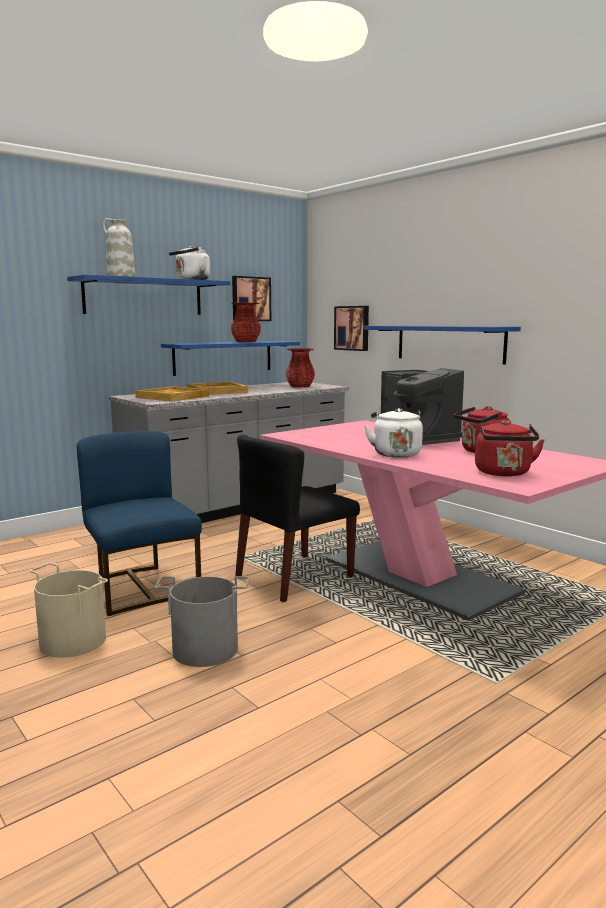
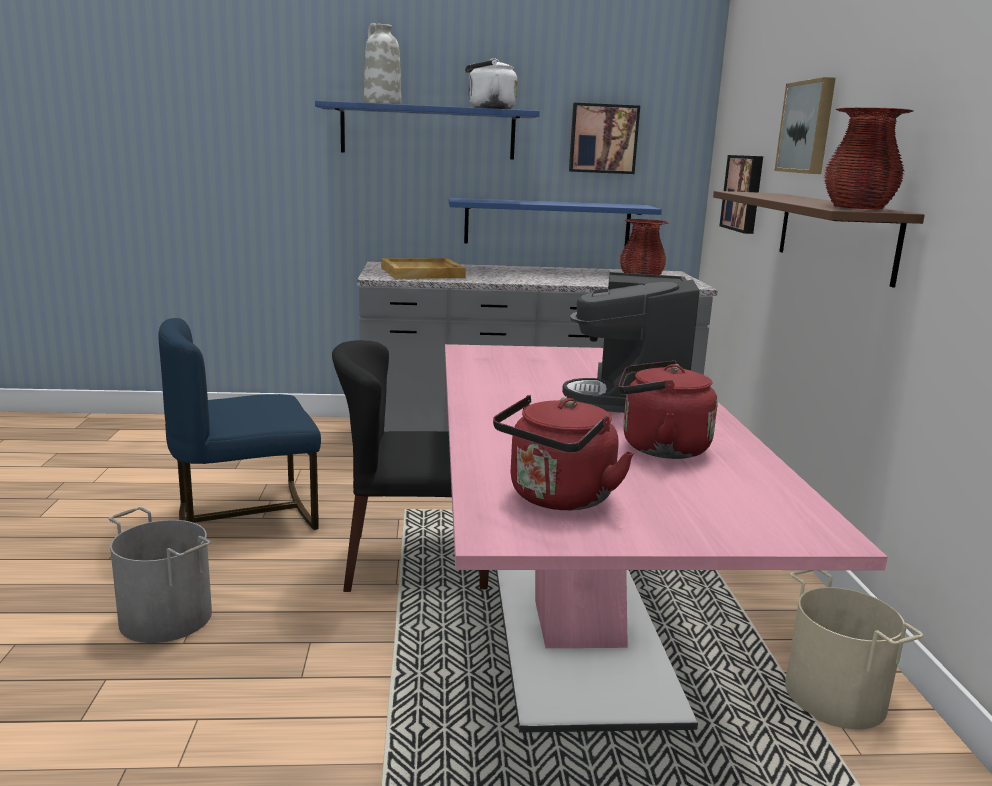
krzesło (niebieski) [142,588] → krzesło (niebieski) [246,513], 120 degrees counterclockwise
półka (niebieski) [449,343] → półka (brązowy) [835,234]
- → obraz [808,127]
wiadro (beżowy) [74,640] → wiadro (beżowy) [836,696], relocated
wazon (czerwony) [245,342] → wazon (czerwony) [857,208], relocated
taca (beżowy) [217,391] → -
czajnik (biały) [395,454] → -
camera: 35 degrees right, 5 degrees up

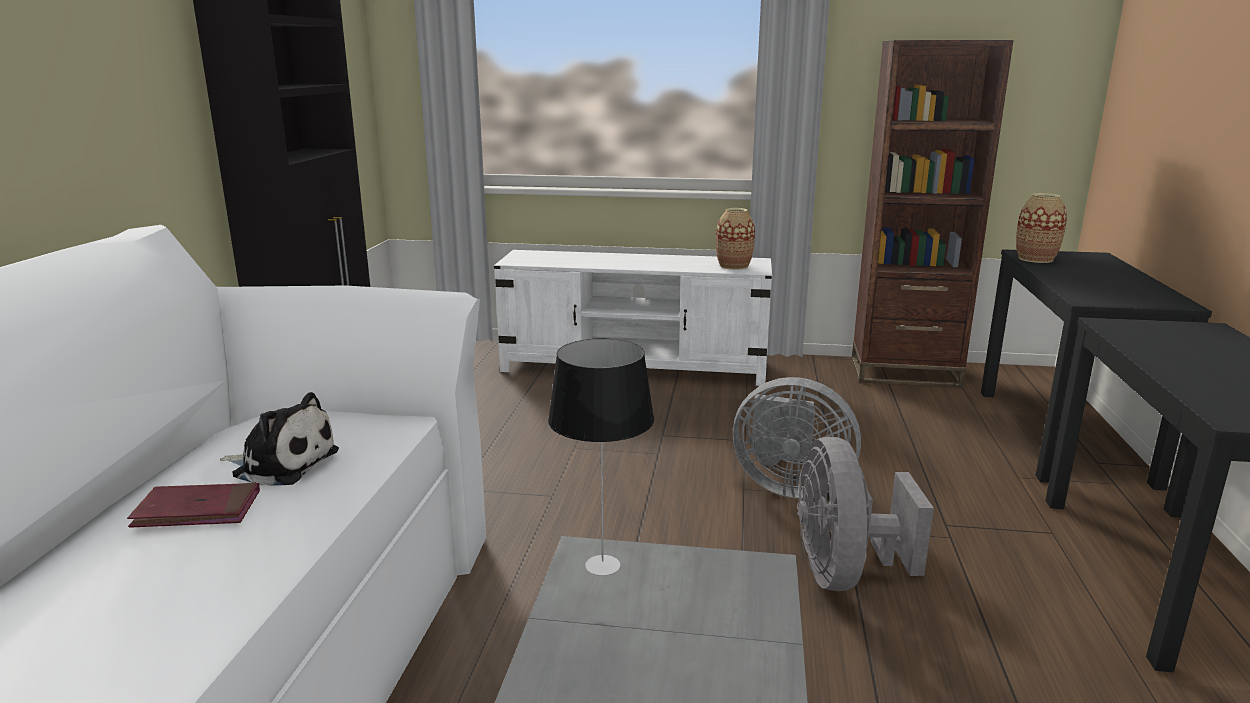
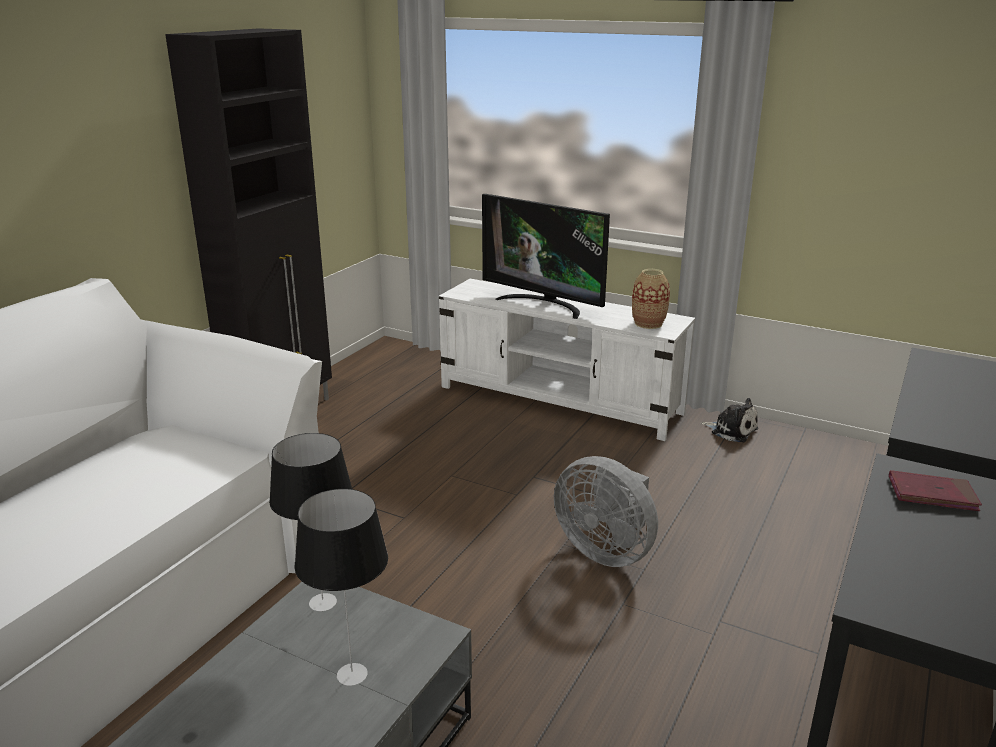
- → lampa stołowa [353,674]
- → telewizor [544,304]
pluszak [282,463] → pluszak [731,430], relocated
książka (czerwony) [197,510] → książka (czerwony) [932,494], relocated
wentylator (szary) [844,573] → -
regał (brązowy) [905,372] → -
wazon [1035,259] → -
camera: 20 degrees right, 5 degrees up

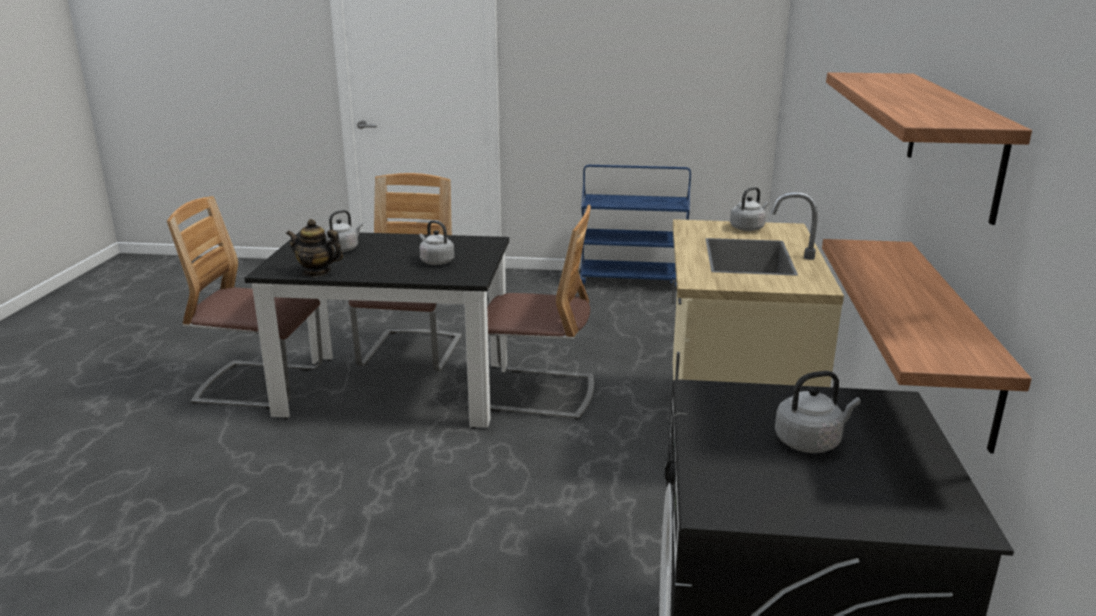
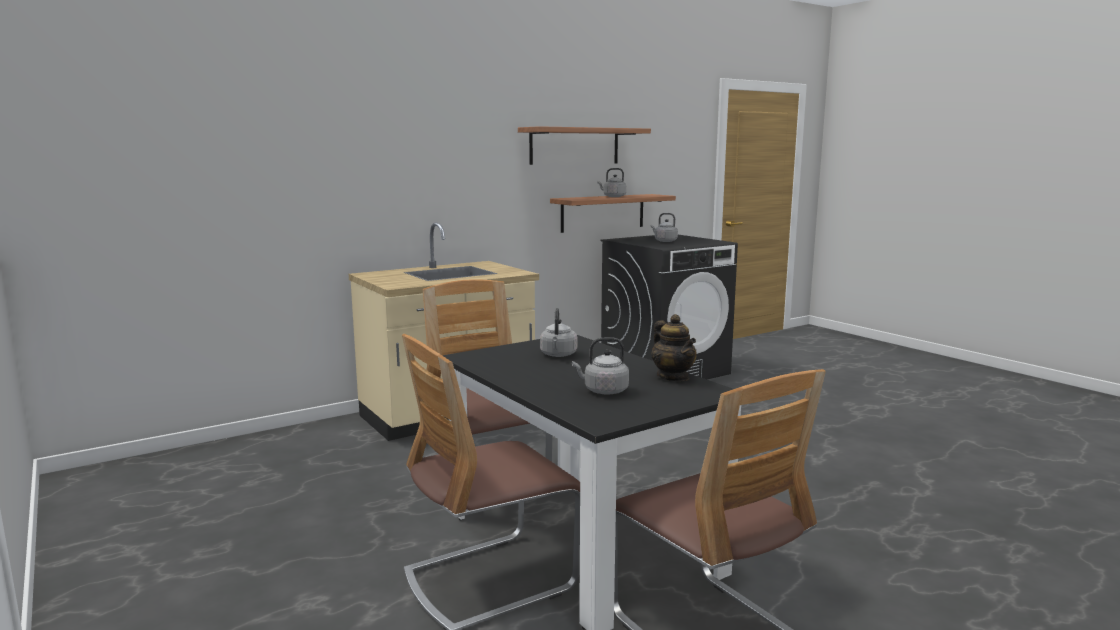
czajnik (szary) [748,228] → czajnik (szary) [613,196], relocated
wózek (niebieski) [632,282] → -
camera: 130 degrees left, 10 degrees down

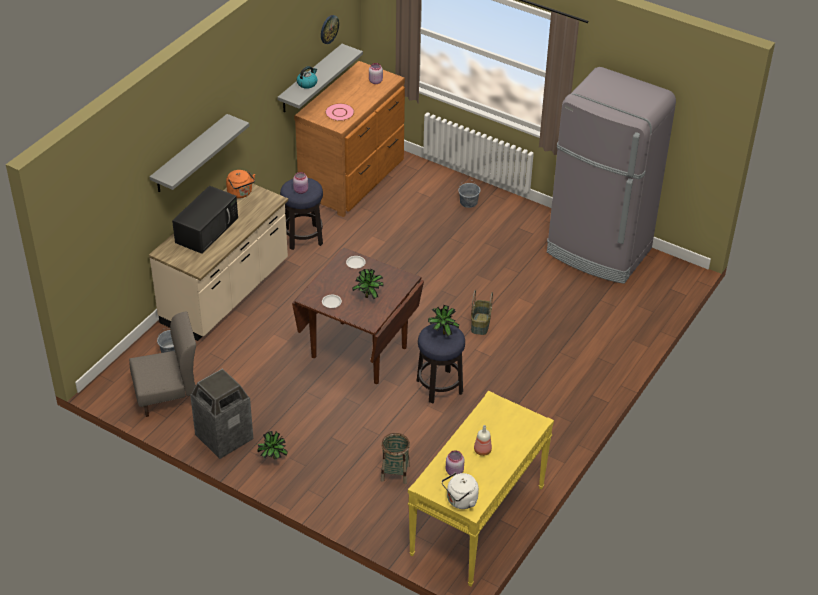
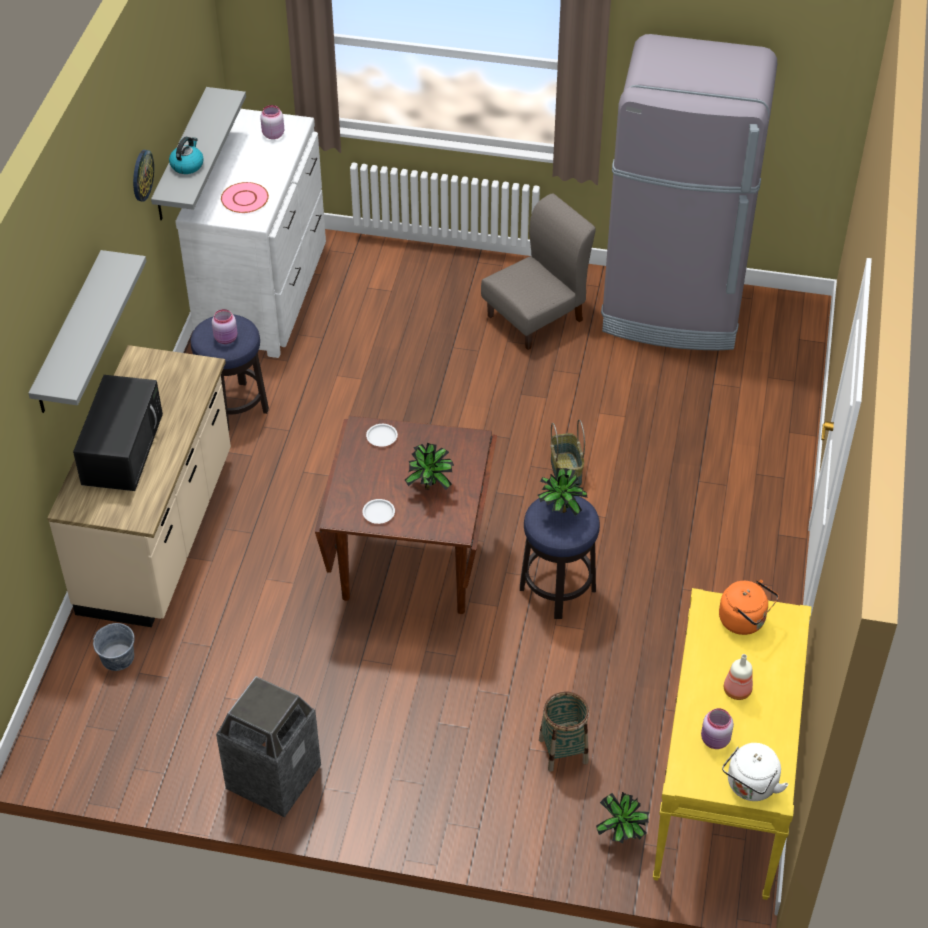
zegar ścienny [329,29] → zegar ścienny [141,175], relocated
komoda (brązowy) [354,179] → komoda (biały) [264,293]
krzesło (szary) [168,395] → krzesło (szary) [536,318], relocated
roślina doniczkowa [273,459] → roślina doniczkowa [621,836], relocated
czajnik (pomarańczowy) [241,193] → czajnik (pomarańczowy) [745,621], relocated
wiadro (szary) [468,202] → -
camera: 20 degrees left, 5 degrees up

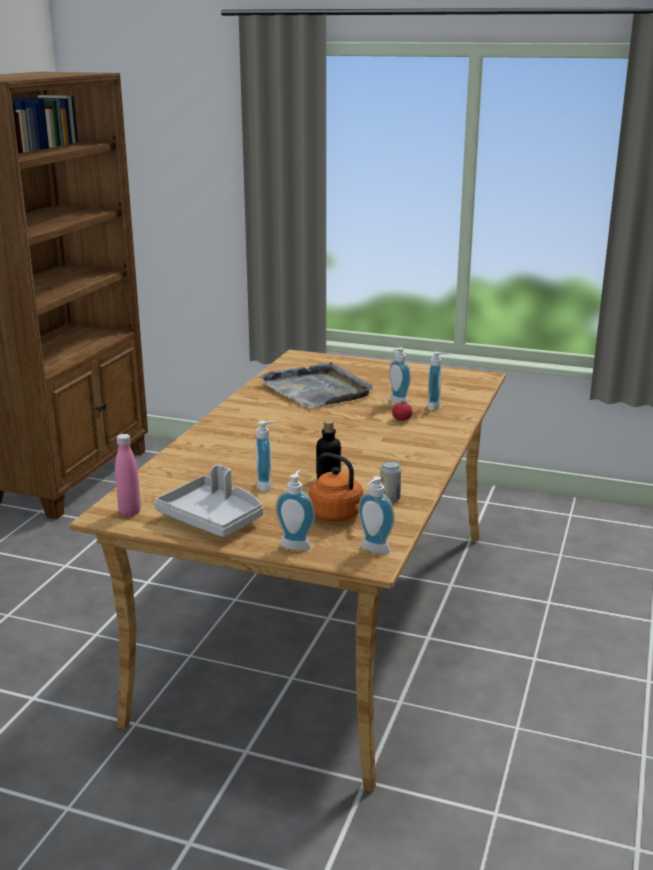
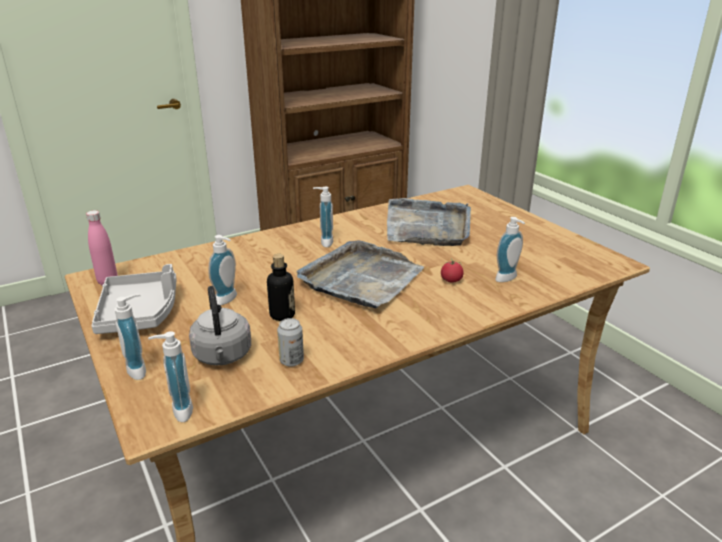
czajnik (pomarańczowy) [338,515] → czajnik (szary) [223,356]
- → taca (szary) [361,278]
dozownik mydła [397,402] → dozownik mydła [324,242], relocated
camera: 40 degrees right, 5 degrees up

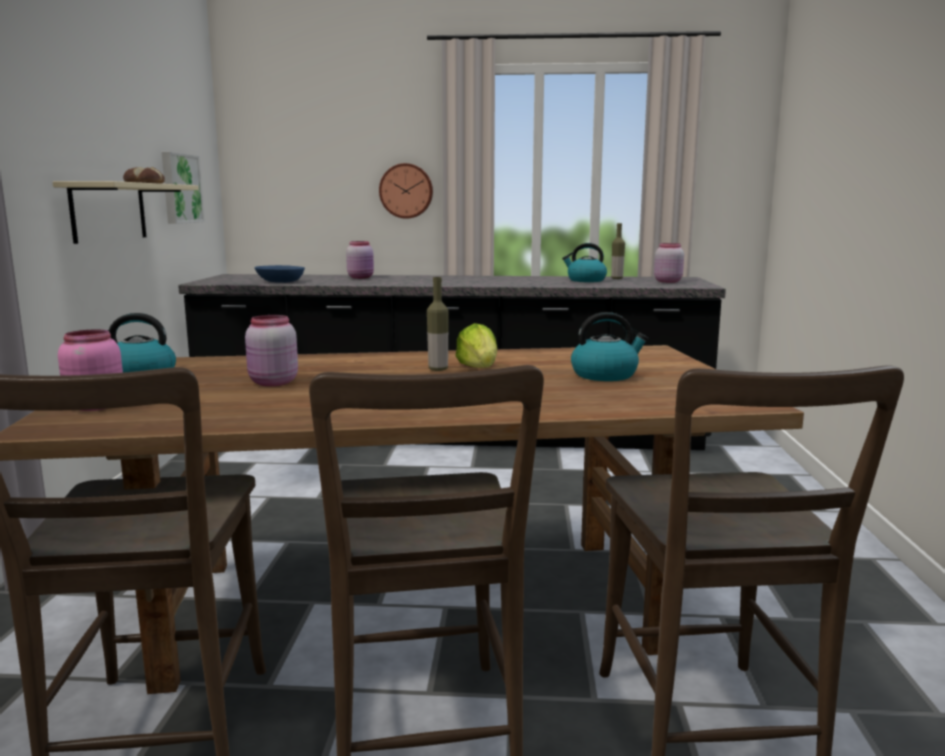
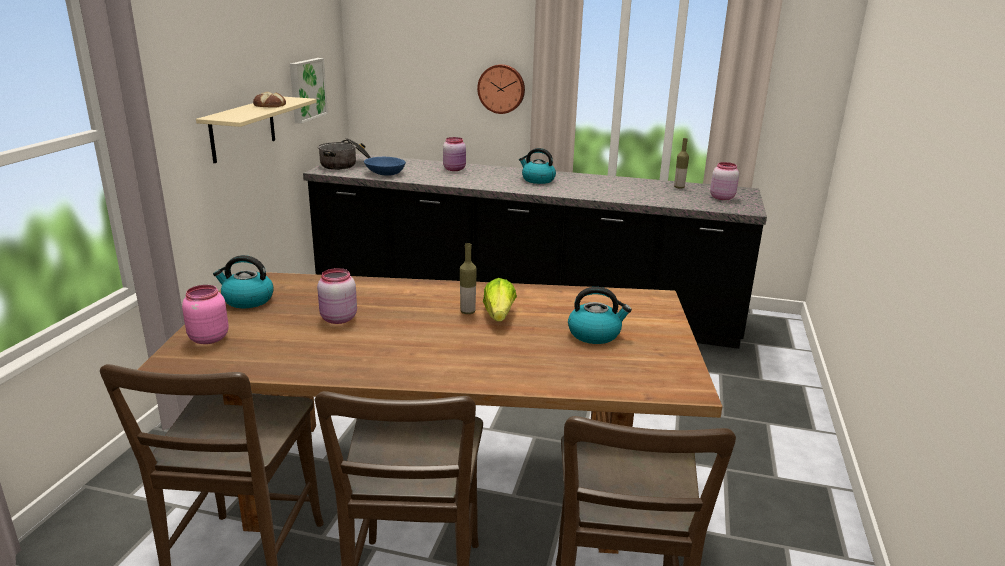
- → garnek [346,164]
czajnik [585,280] → czajnik [537,180], relocated
camera: 10 degrees right, 10 degrees up

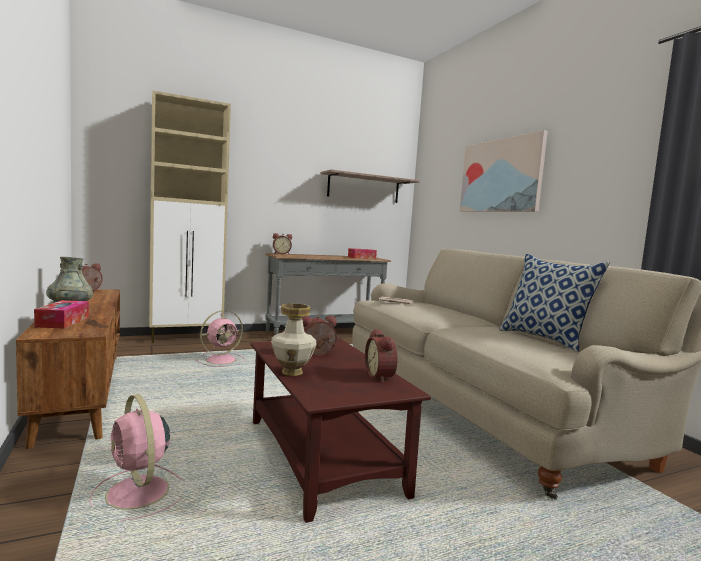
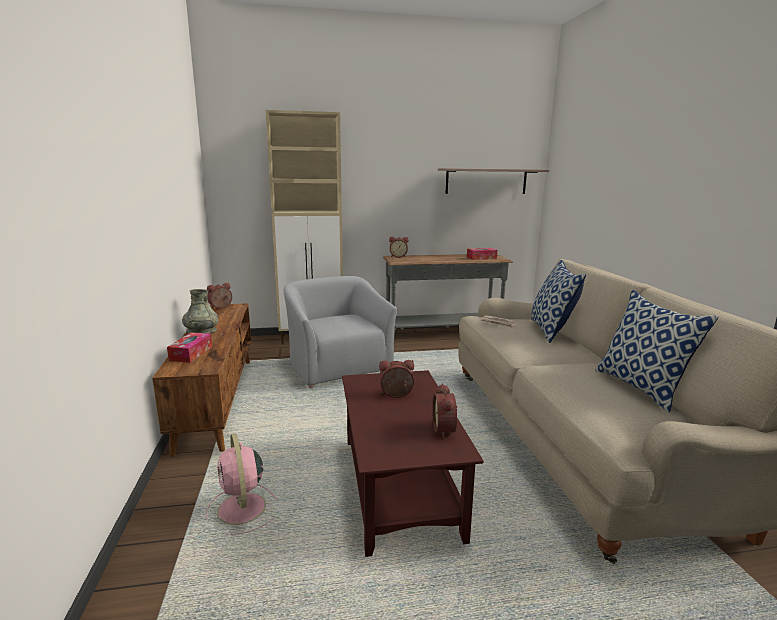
wentylator (różowy) [222,360] → fotel (szary) [338,366]
- → poduszka [551,331]
wazon [292,372] → -
obraz [500,176] → -
camera: 15 degrees right, 10 degrees up

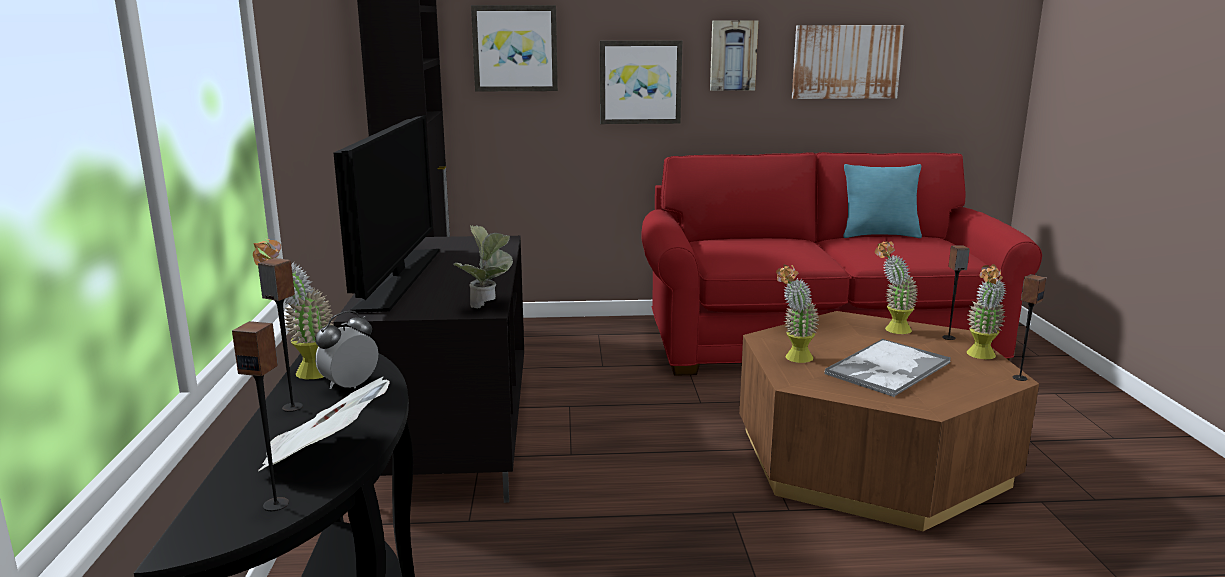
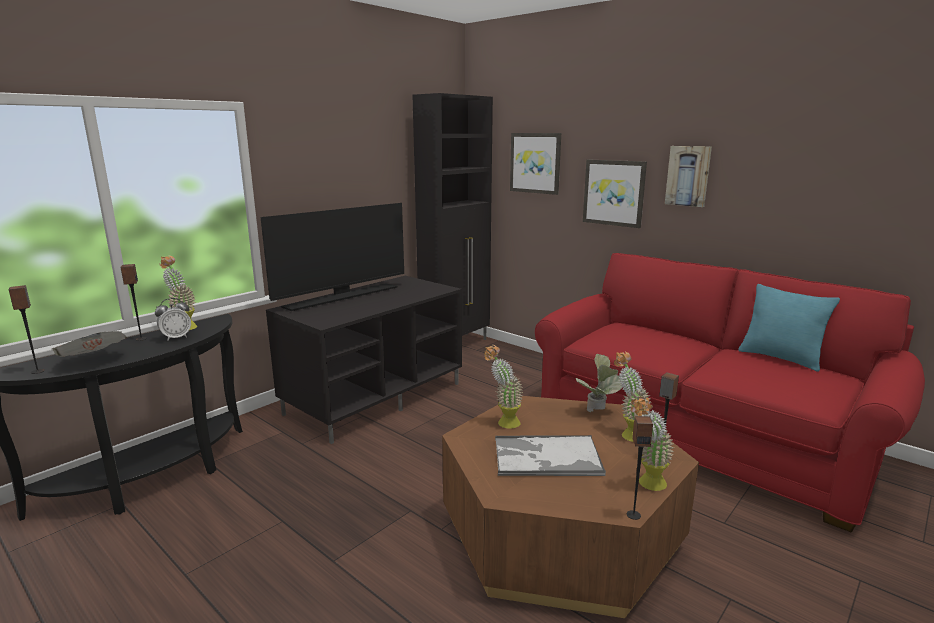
budzik [350,386] → budzik [176,337], 150 degrees clockwise
roślina doniczkowa [488,306] → roślina doniczkowa [598,413], relocated
obraz [846,62] → -
camera: 45 degrees right, 0 degrees up

